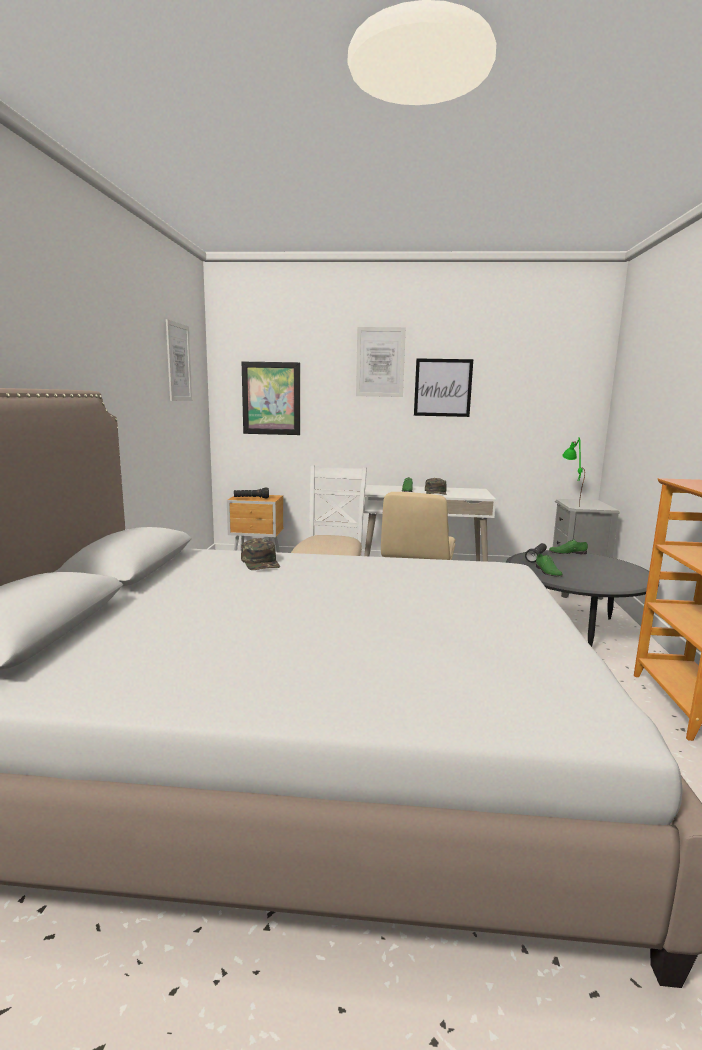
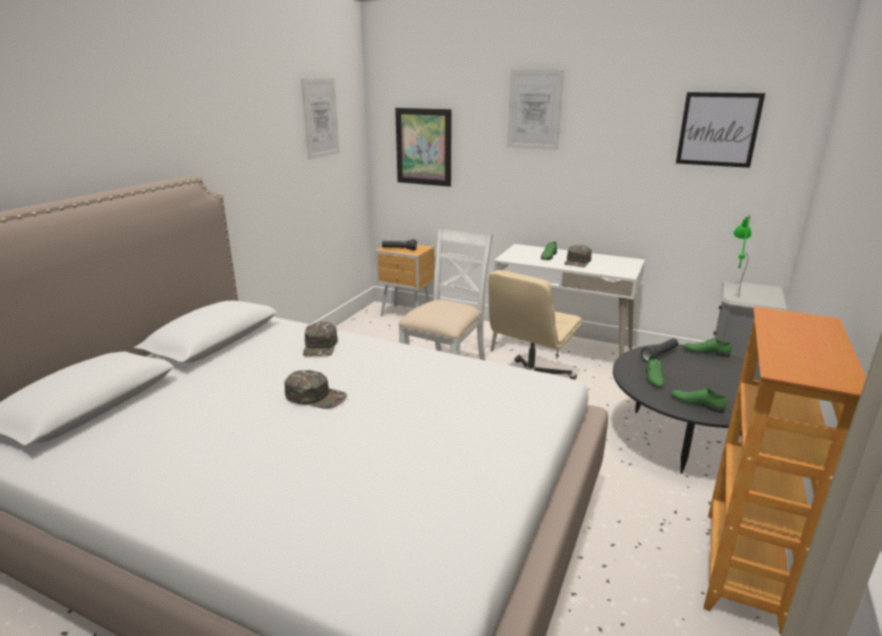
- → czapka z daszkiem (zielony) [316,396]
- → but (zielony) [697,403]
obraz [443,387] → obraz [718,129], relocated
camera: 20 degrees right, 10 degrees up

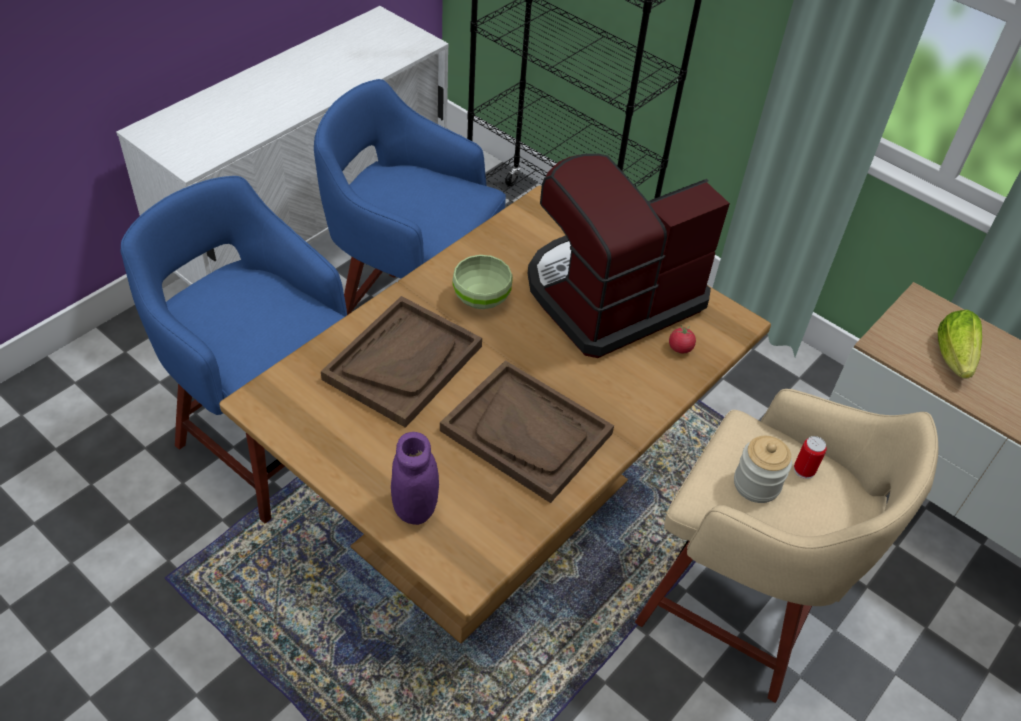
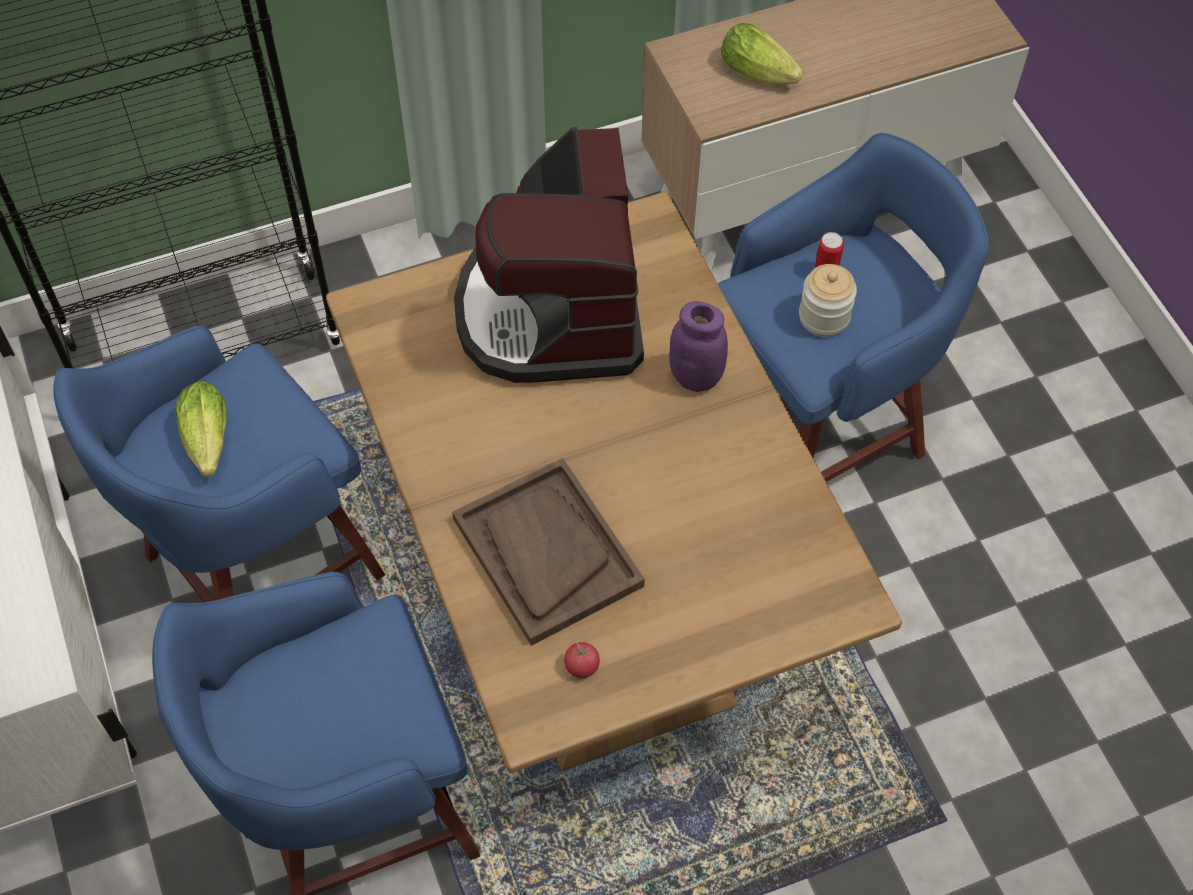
- → sałata [208,444]
pomidor [680,348] → pomidor [581,666], relocated
słoik (fioletowy) [415,508] → słoik (fioletowy) [695,377], relocated
stołek (beżowy) [740,609] → stołek (niebieski) [817,430]
taca (brązowy) [527,432] → -
miska (zielony) [480,298] → -
camera: 60 degrees left, 10 degrees up

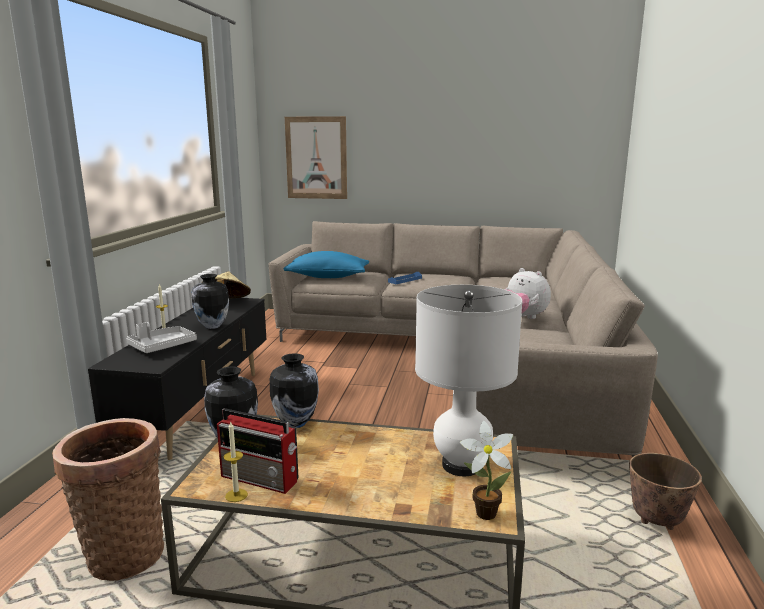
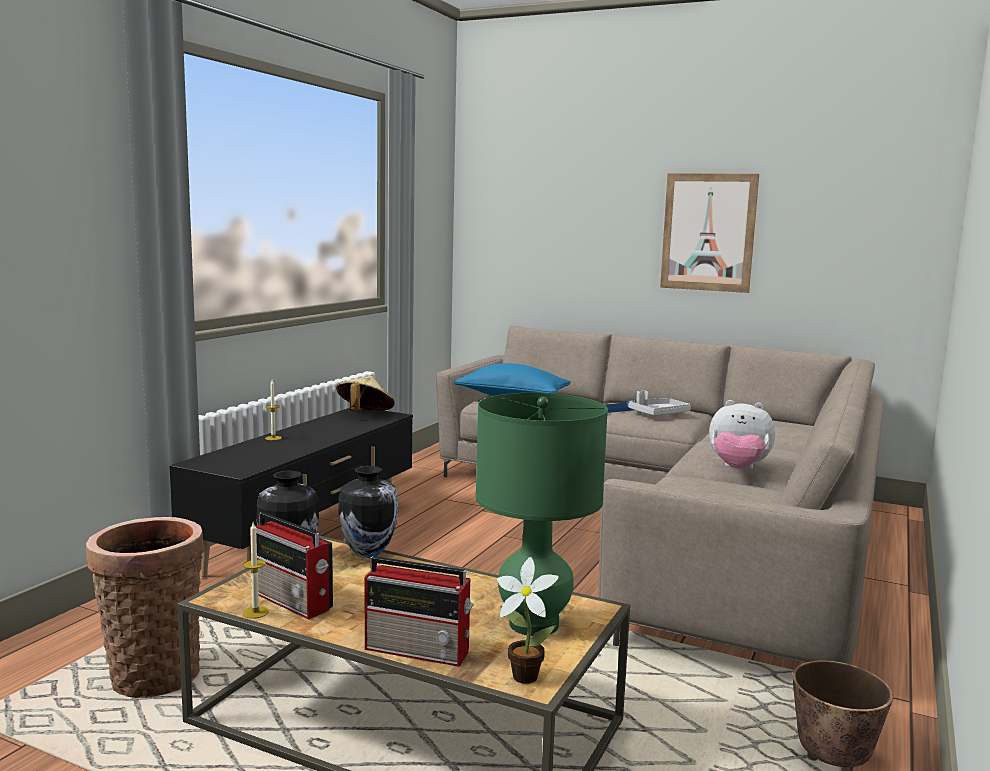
- → radio [419,650]
lampa stołowa (biały) [461,466] → lampa stołowa (zielony) [533,624]
taca (szary) [162,346] → taca (szary) [658,414], relocated
obraz [316,158] → obraz [708,232], relocated
pluszak [522,318] → pluszak [738,469], 45 degrees counterclockwise
wazon [212,326] → -
camera: 15 degrees right, 5 degrees down

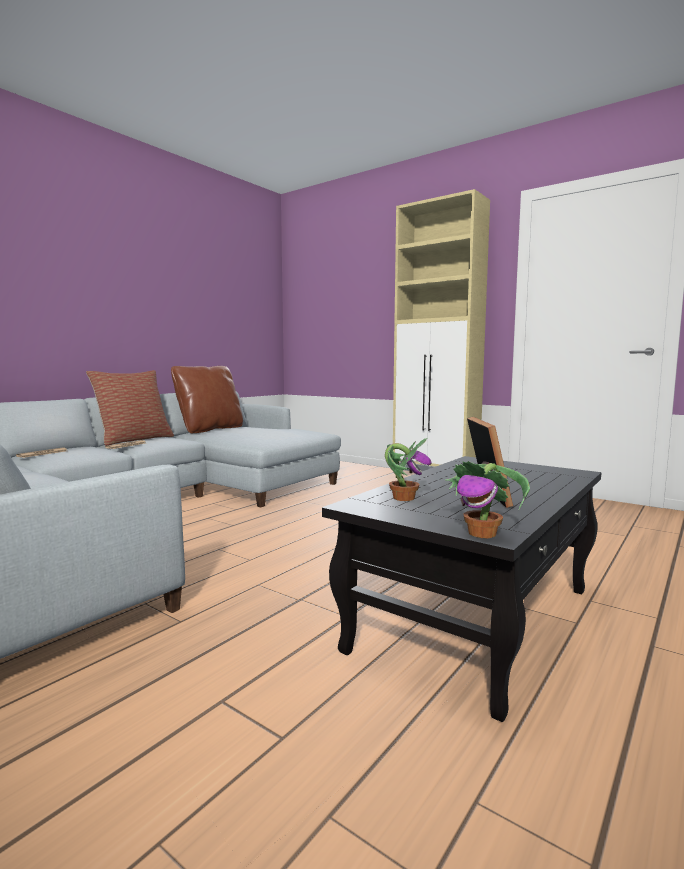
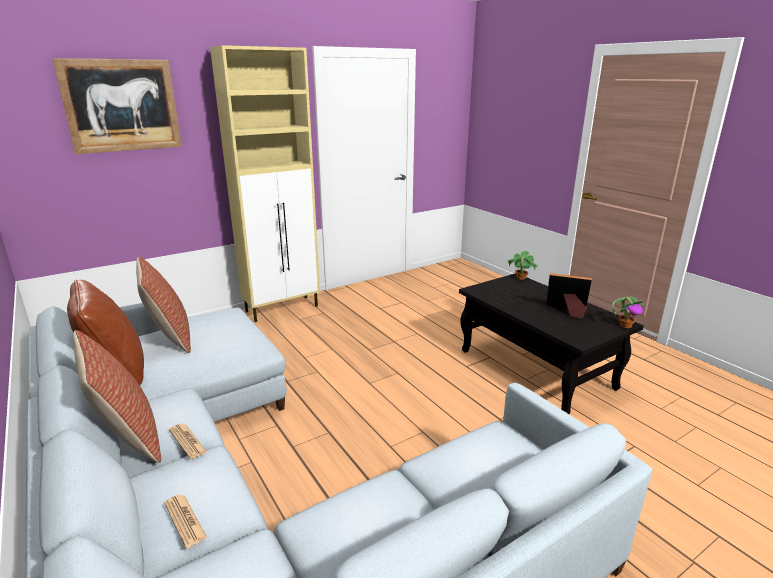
- → obraz [122,106]
- → poduszka [170,337]
roślina doniczkowa [403,498] → roślina doniczkowa [520,278], relocated
camera: 70 degrees left, 15 degrees up

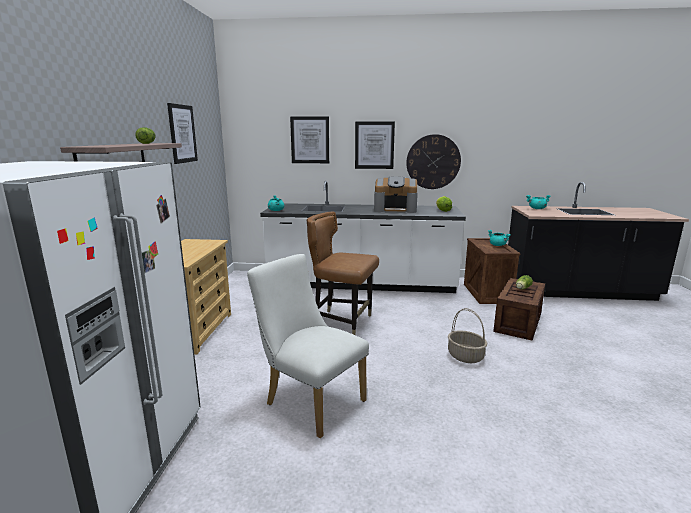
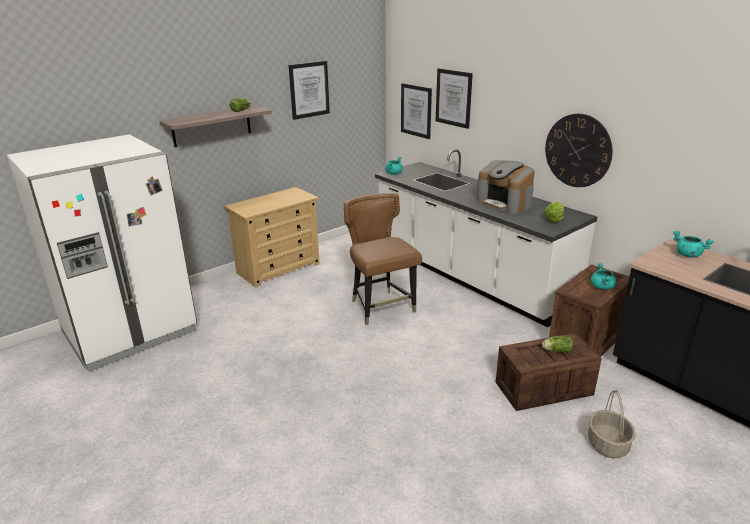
obraz [374,145] → obraz [416,110], relocated
koszyk [466,356] → koszyk [608,445], relocated
krzesło (biały) [310,400] → -
camera: 45 degrees right, 10 degrees up

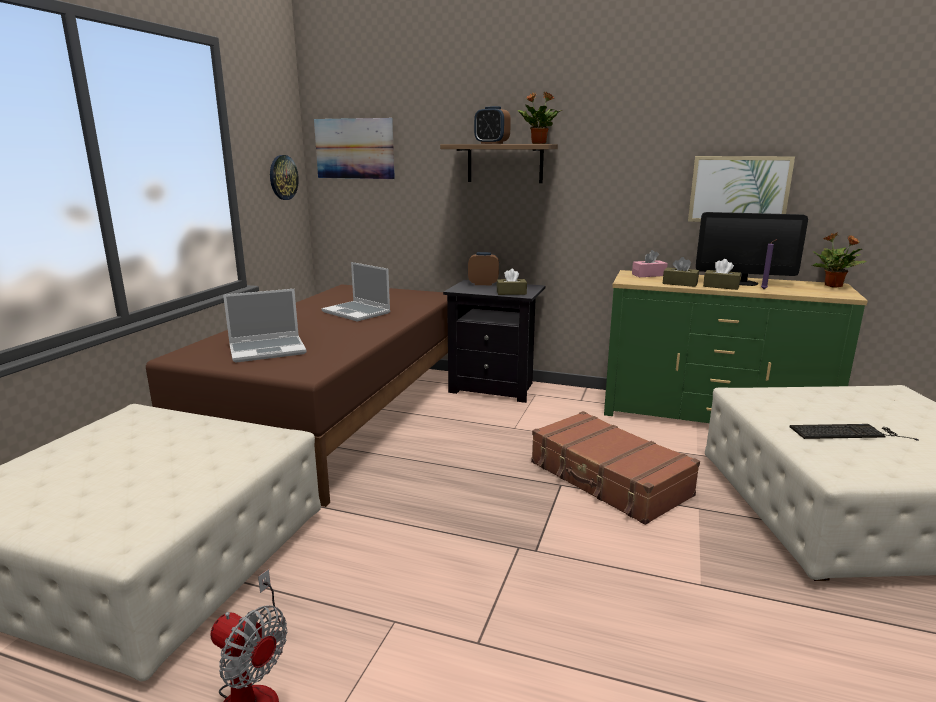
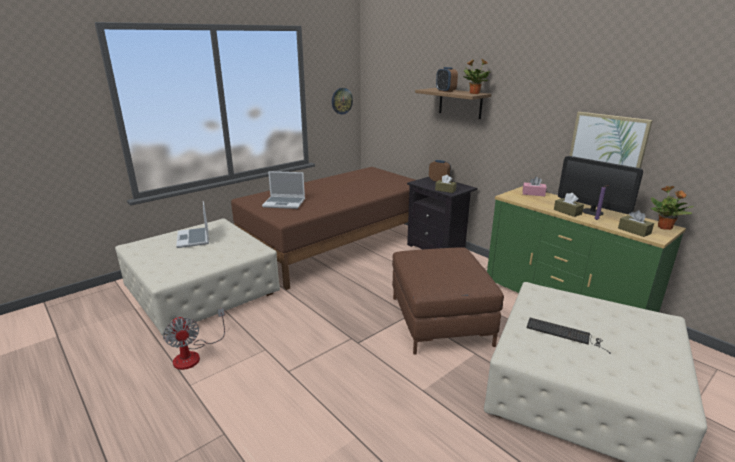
laptop [357,312] → laptop [194,238], relocated
walizka (brązowy) [608,479] → pufa (brązowy) [440,320]
pudełko chusteczek (brązowy) [680,283] → pudełko chusteczek (brązowy) [634,231], relocated
obraz [354,148] → -
camera: 30 degrees right, 5 degrees up

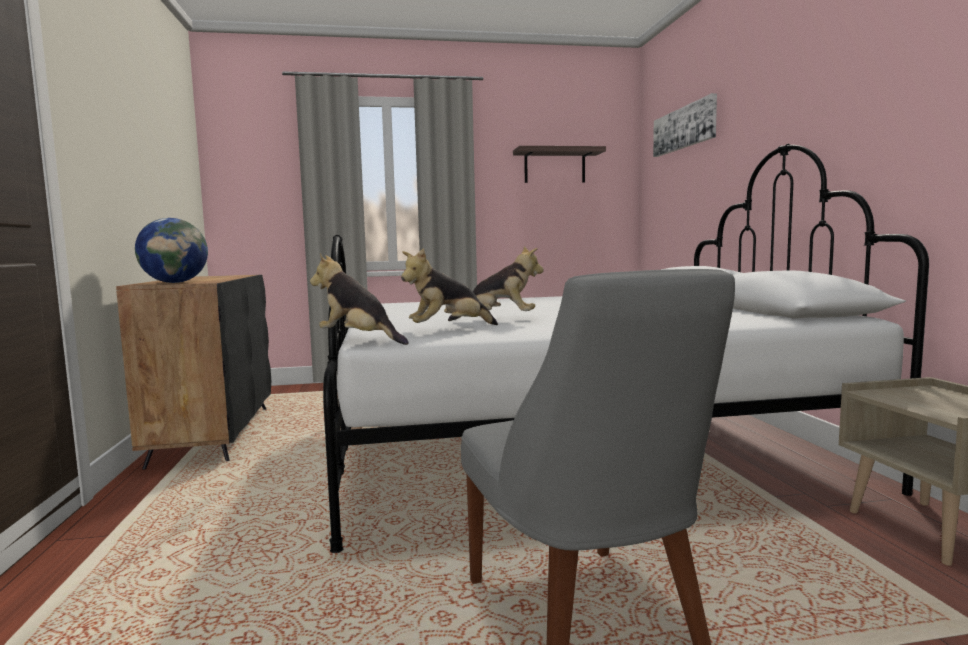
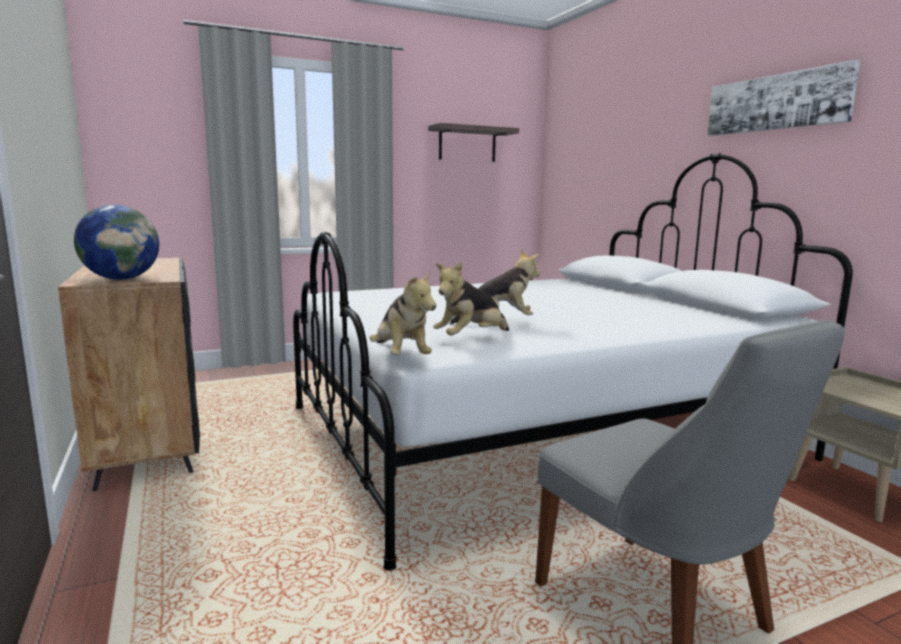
pluszak [359,340] → pluszak [401,356], 135 degrees counterclockwise
obraz [684,128] → obraz [777,102], relocated
camera: 15 degrees left, 5 degrees up

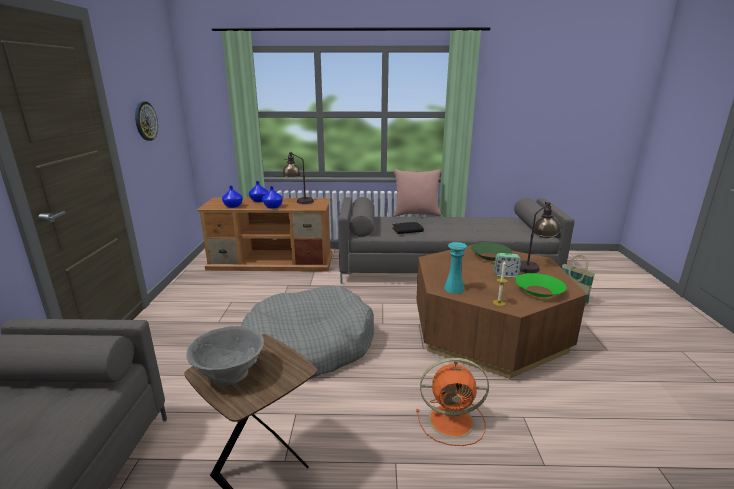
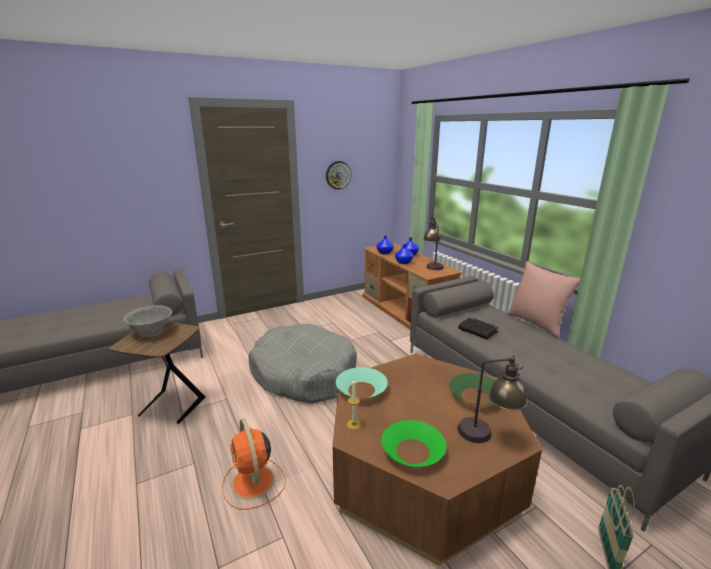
wazon (turkusowy) [454,288] → miska (turkusowy) [361,389]
budzik [506,275] → -
camera: 60 degrees right, 0 degrees up

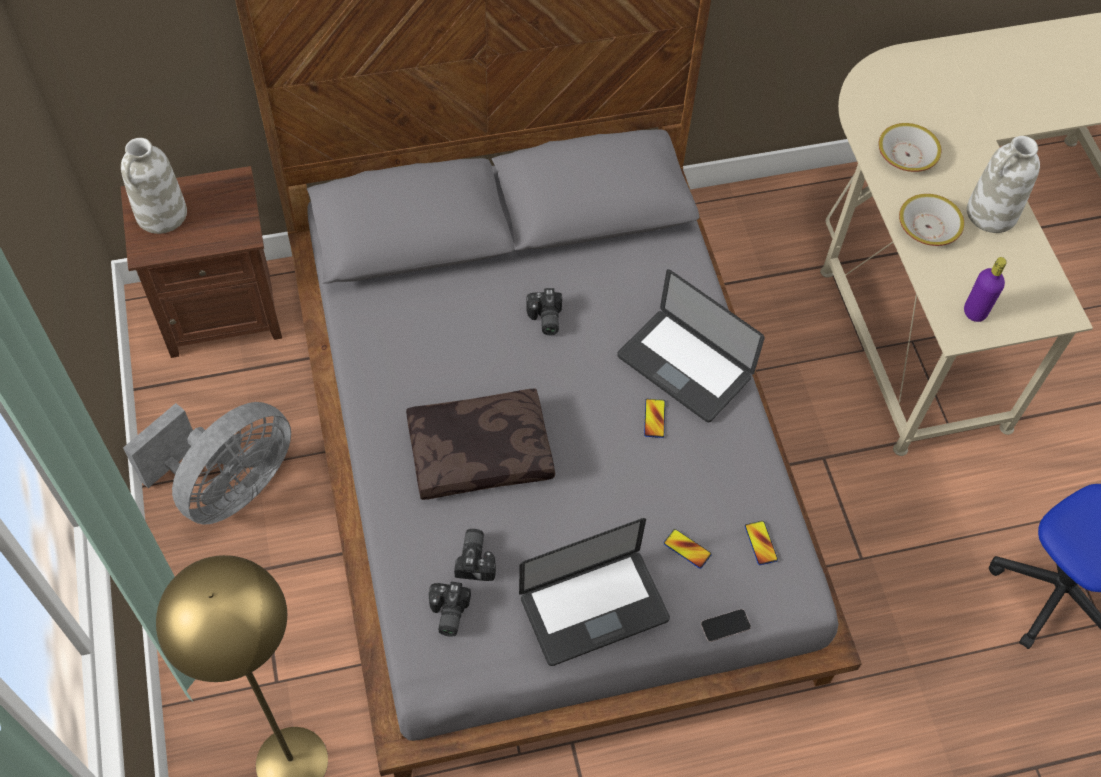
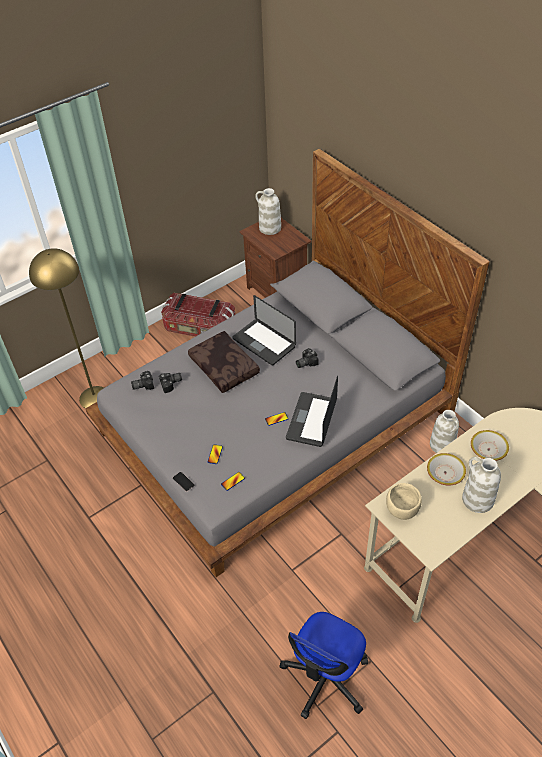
wentylator (szary) [228,487] → pojemnik do przechowywania [200,329]
laptop [594,608] → laptop [264,343], relocated
butelka (fioletowy) [975,312] → miska (beżowy) [402,510]
- → wazon (biały) [442,445]
camera: 70 degrees right, 10 degrees down

